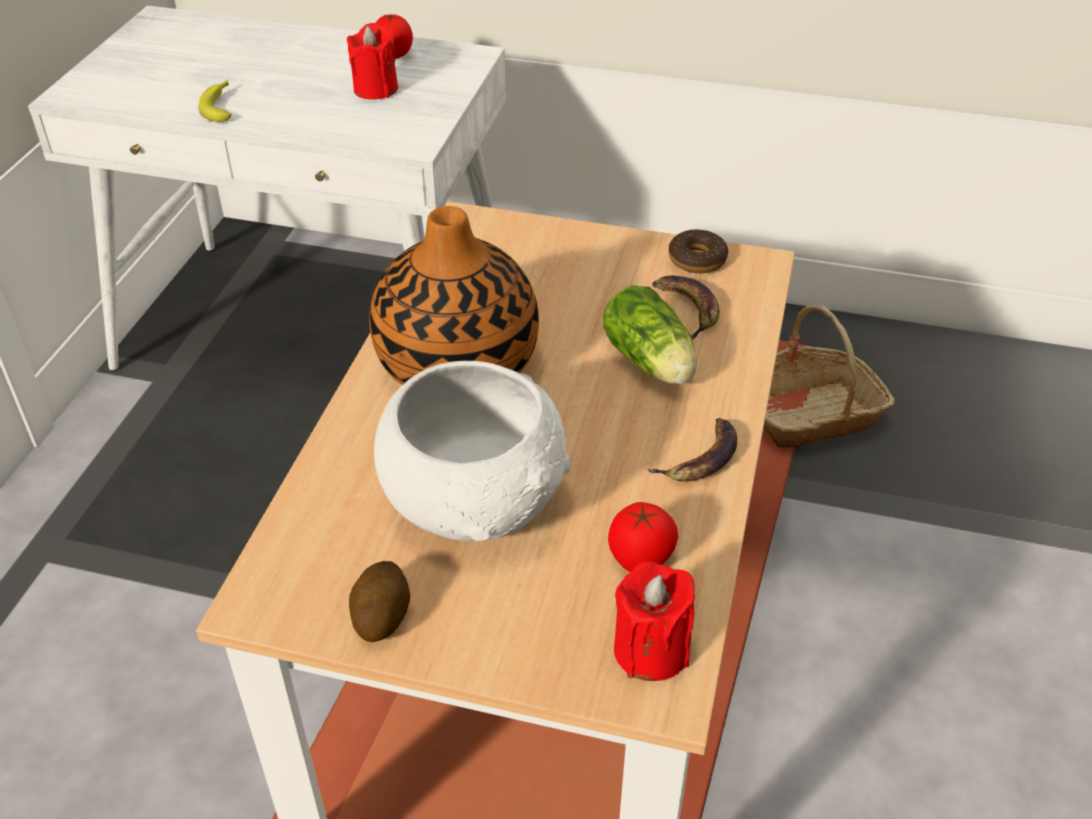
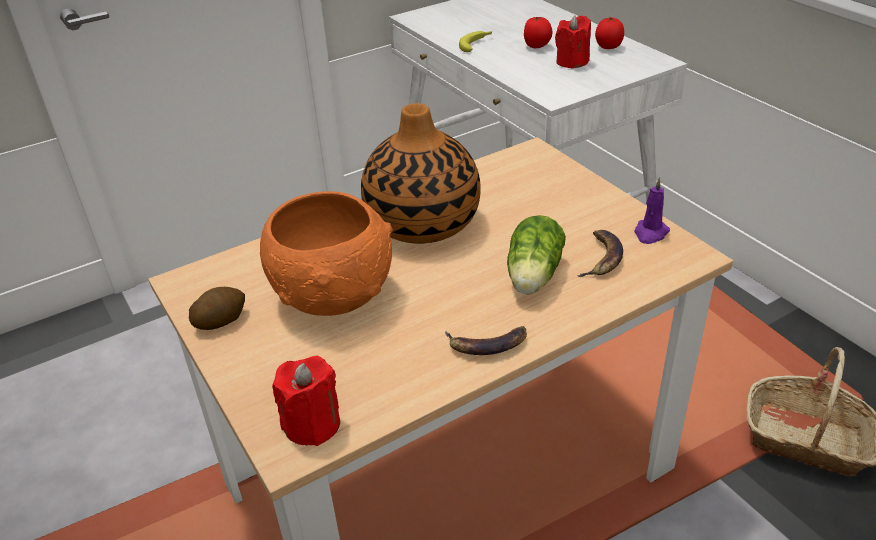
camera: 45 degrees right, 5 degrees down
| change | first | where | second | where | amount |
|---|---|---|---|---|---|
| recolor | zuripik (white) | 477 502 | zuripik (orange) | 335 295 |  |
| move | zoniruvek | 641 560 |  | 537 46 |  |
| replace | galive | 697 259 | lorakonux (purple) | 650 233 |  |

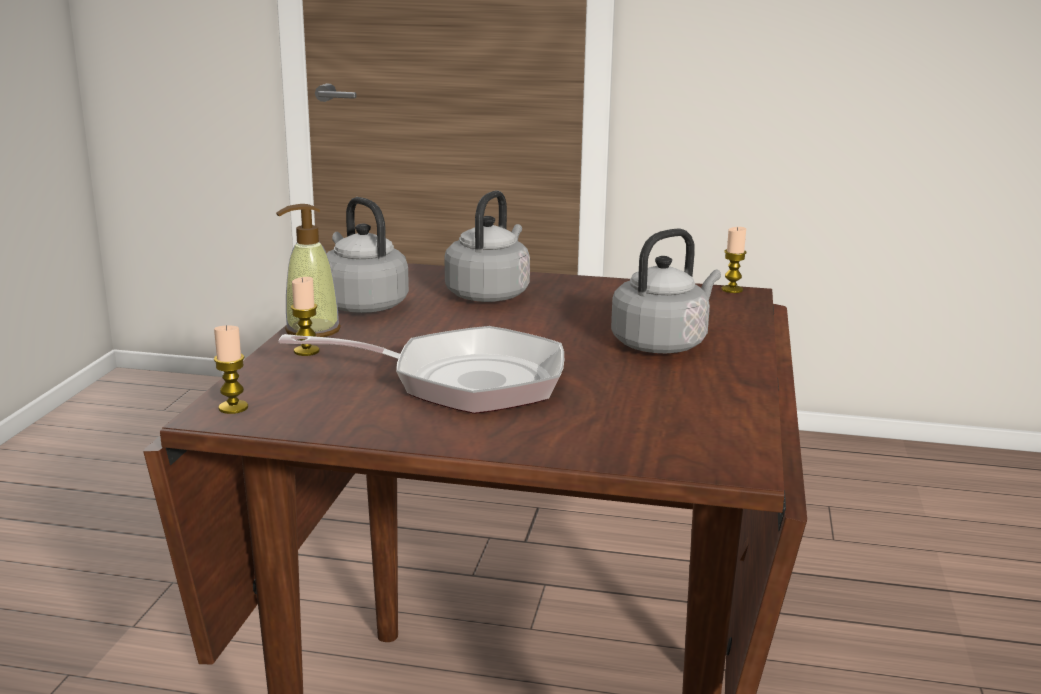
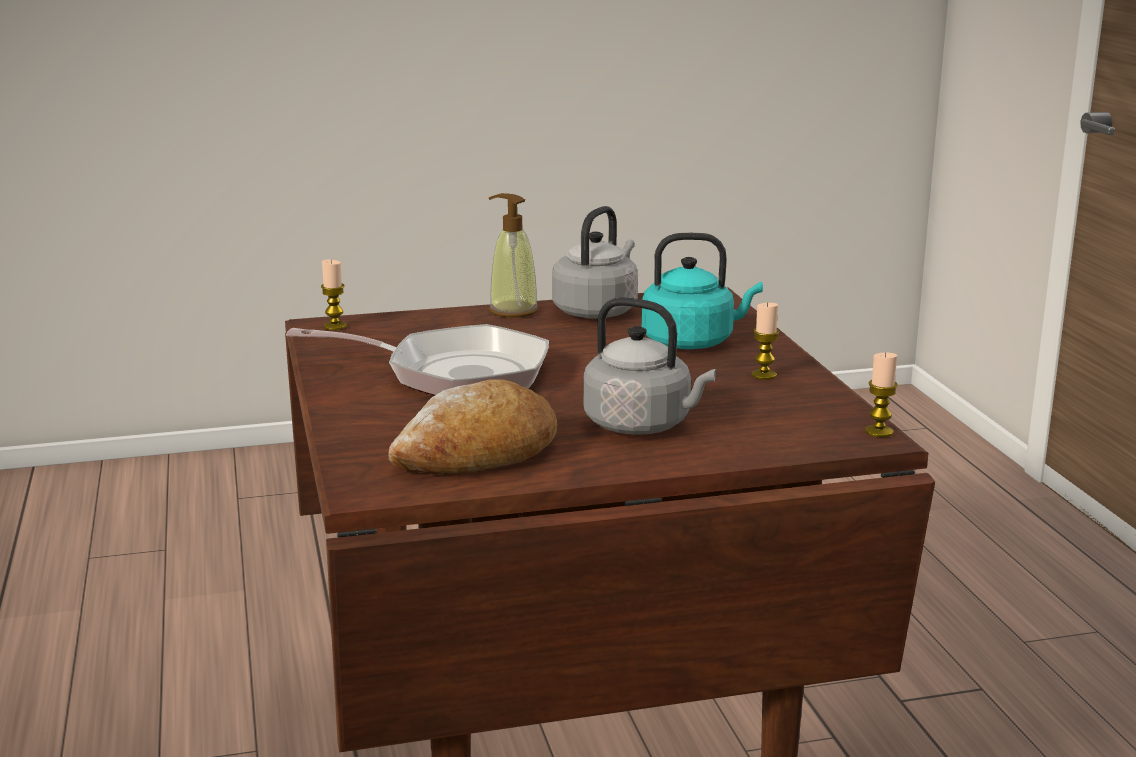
camera: 65 degrees right, 0 degrees up
| change | first | where | second | where | amount |
|---|---|---|---|---|---|
| rotate | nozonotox | 463 382 |  | 454 374 | 60 degrees counterclockwise |
| insert |  |  | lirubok | 478 454 |  |
| recolor | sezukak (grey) | 489 294 | sezukak (turquoise) | 692 342 |  |
| move | lorakonux | 306 351 |  | 763 375 |  |

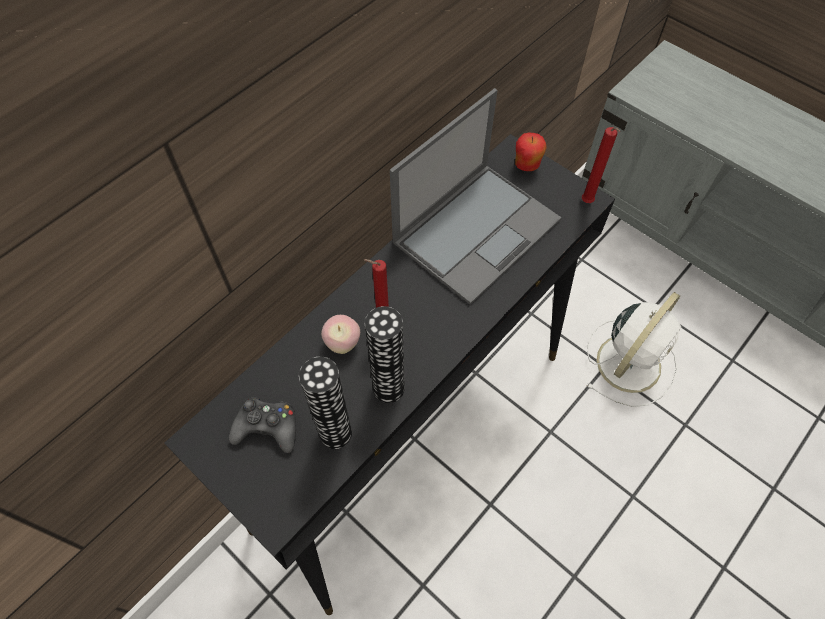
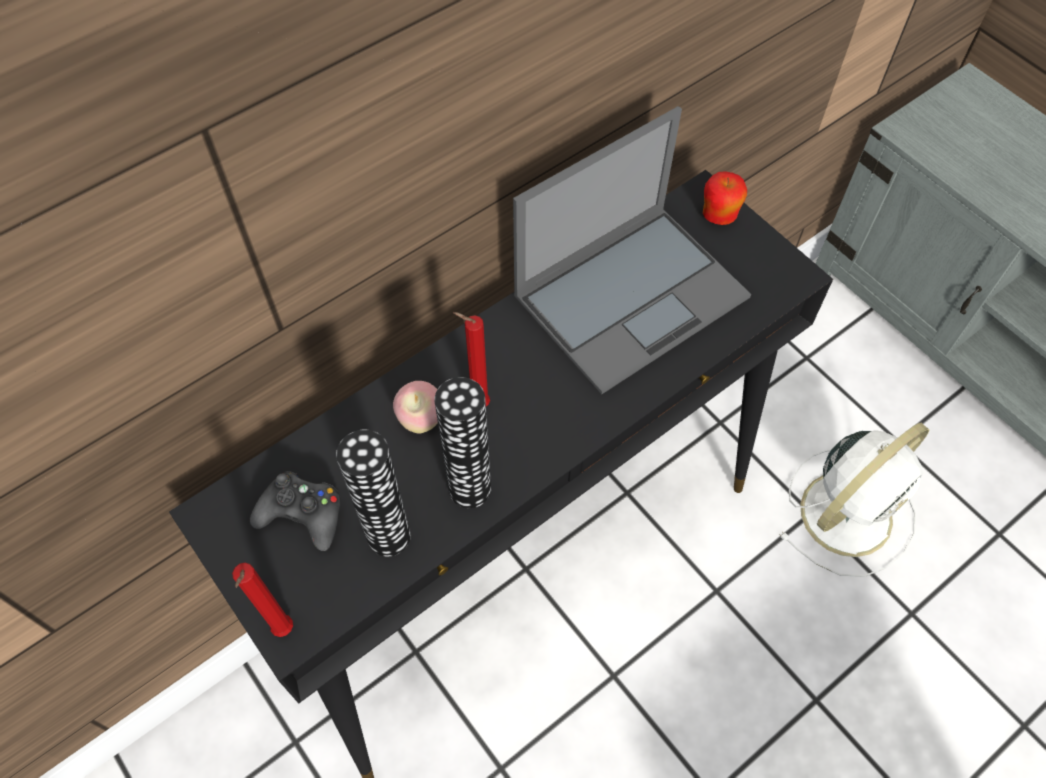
camera: 10 degrees right, 0 degrees up
| change | first | where | second | where | amount |
|---|---|---|---|---|---|
| move | lorakonux (red) | 587 203 |  | 283 632 |  |

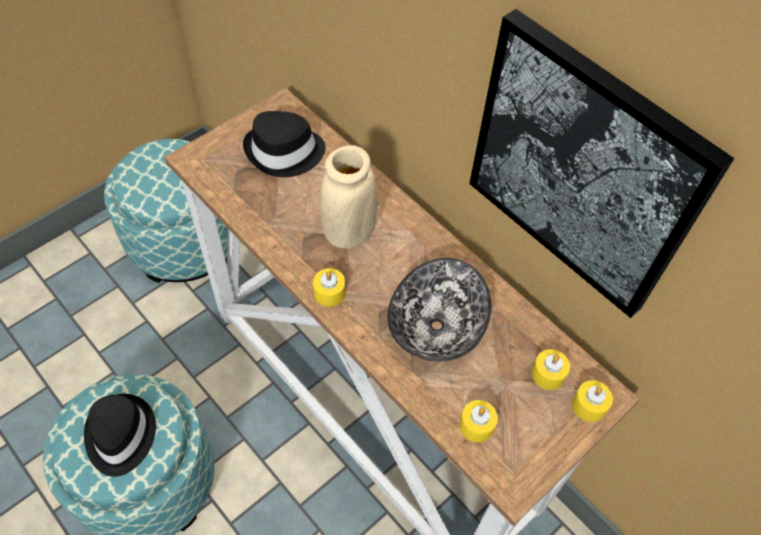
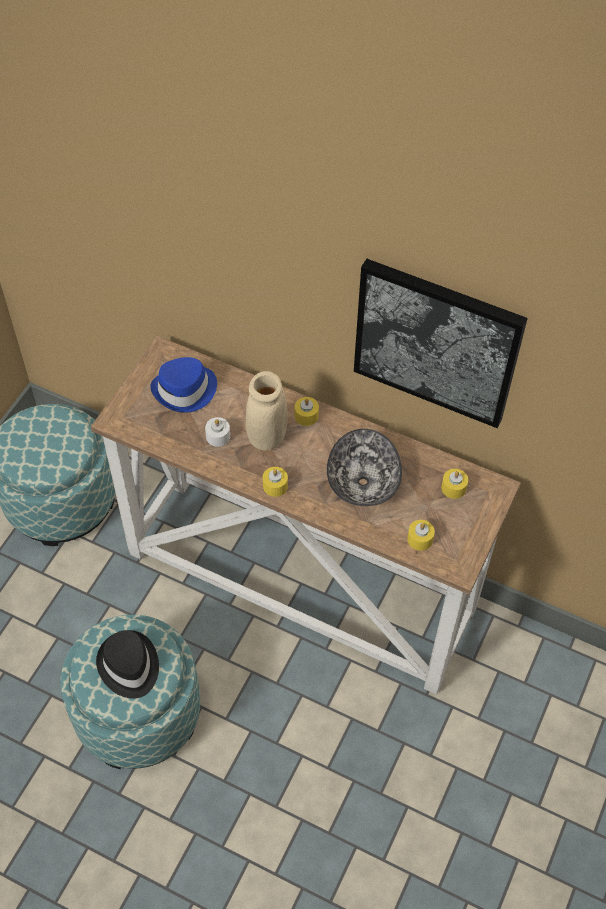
camera: 20 degrees left, 0 degrees up
| change | first | where | second | where | amount |
|---|---|---|---|---|---|
| recolor | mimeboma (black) | 284 152 | mimeboma (blue) | 185 390 |  |
| insert |  |  | lorakonux (white) | 218 436 |  |
| move | lorakonux (yellow) | 589 405 |  | 306 416 |  |

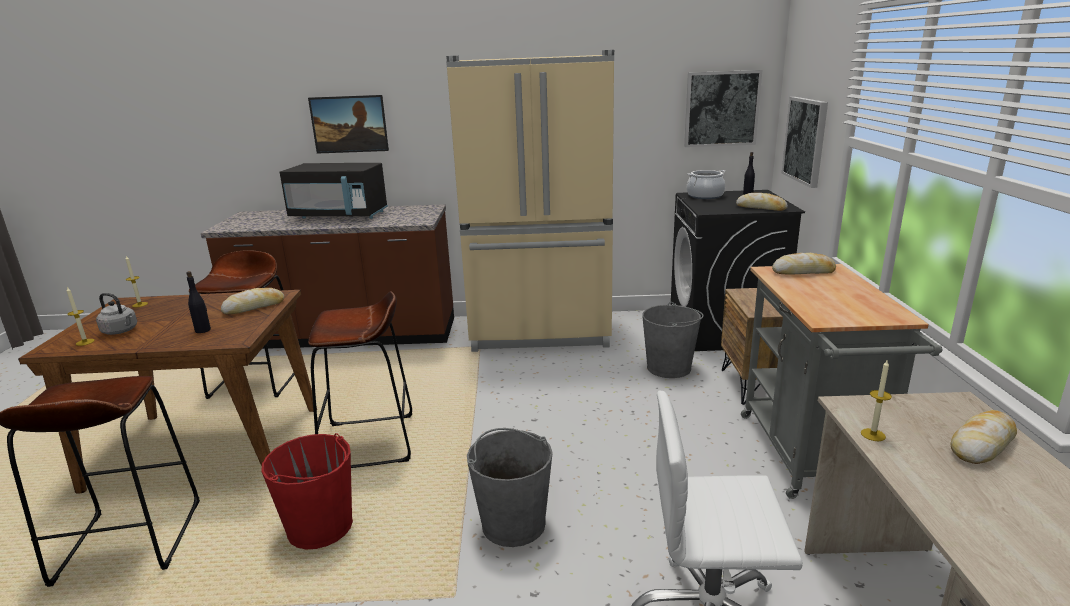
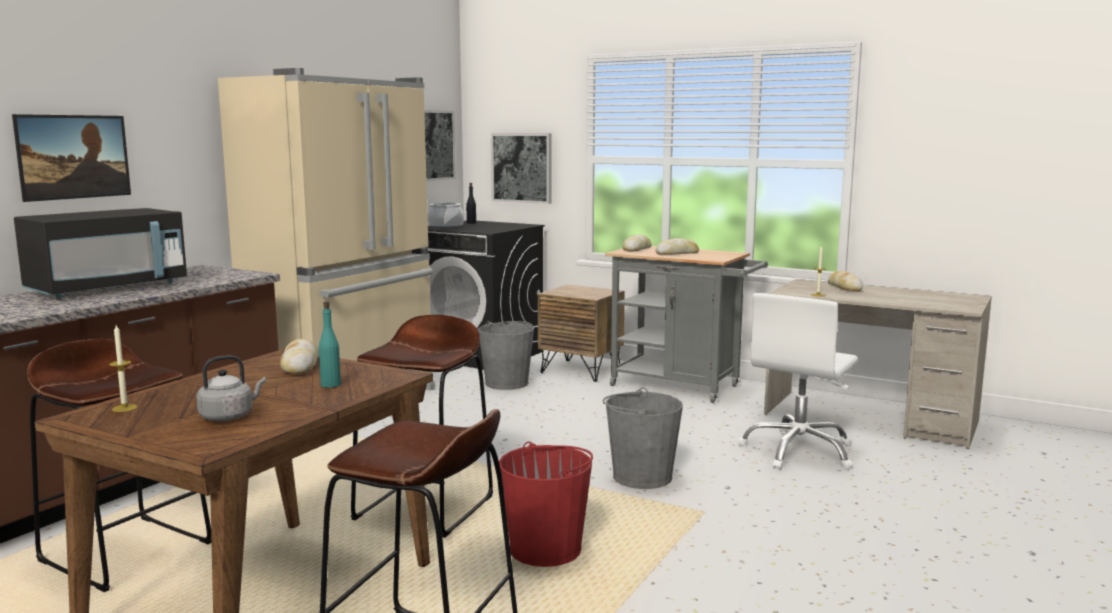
camera: 60 degrees left, 10 degrees down
| change | first | where | second | where | amount |
|---|---|---|---|---|---|
| recolor | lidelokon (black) | 203 330 | lidelokon (turquoise) | 330 385 |  |
| move | lirubok | 761 208 |  | 677 253 |  |
| delete | lorakonux | 85 342 |  |  |  |

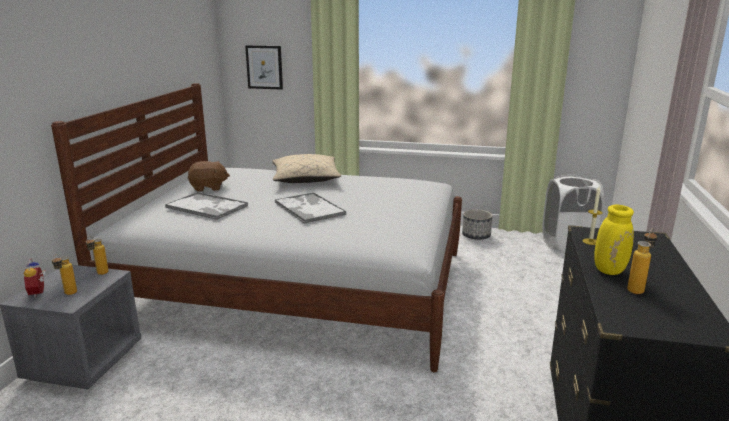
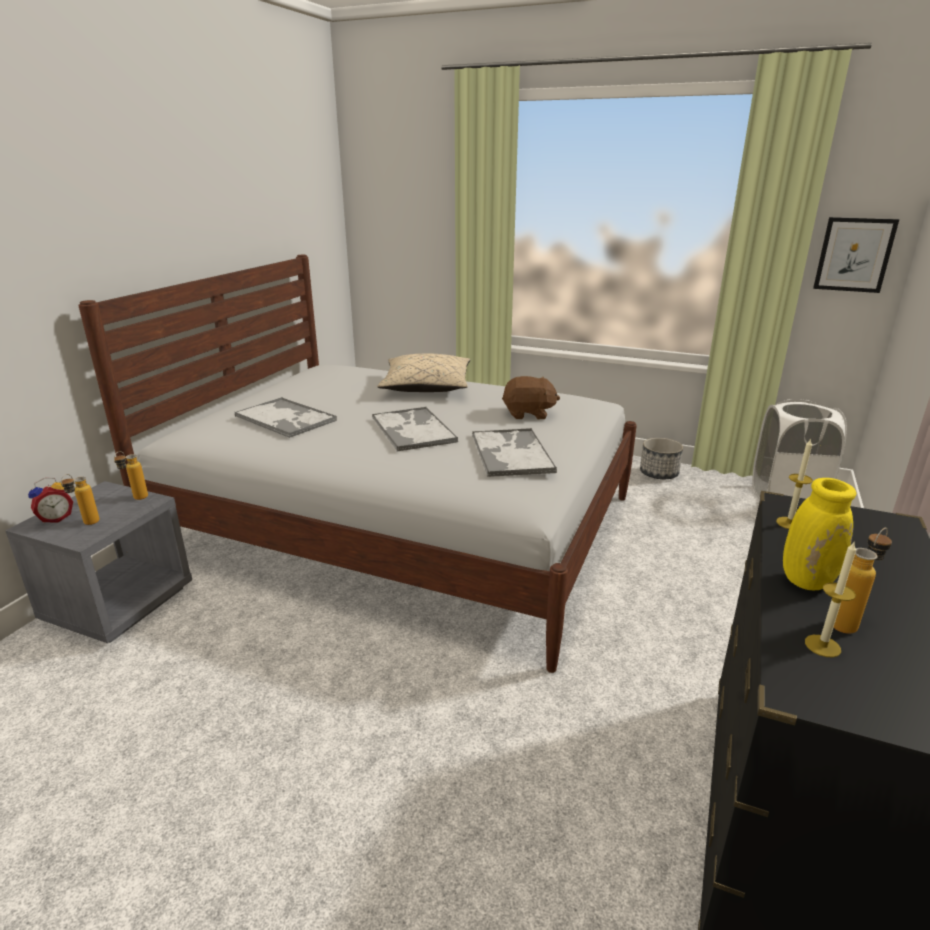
camera: 10 degrees right, 5 degrees up
| change | first | where | second | where | amount |
|---|---|---|---|---|---|
| rotate | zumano | 39 293 |  | 56 518 | 120 degrees counterclockwise |
| insert |  |  | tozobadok | 511 453 |  |
| move | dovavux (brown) | 208 188 |  | 528 414 |  |
| insert |  |  | lorakonux | 822 646 |  |
| move | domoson | 264 67 |  | 854 255 |  |

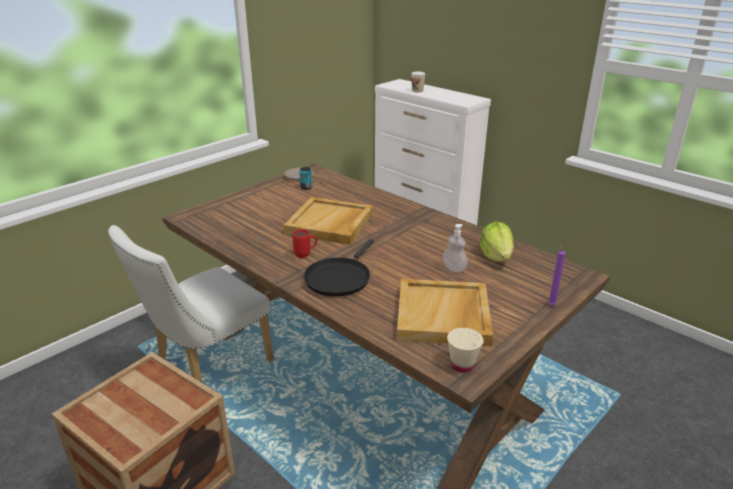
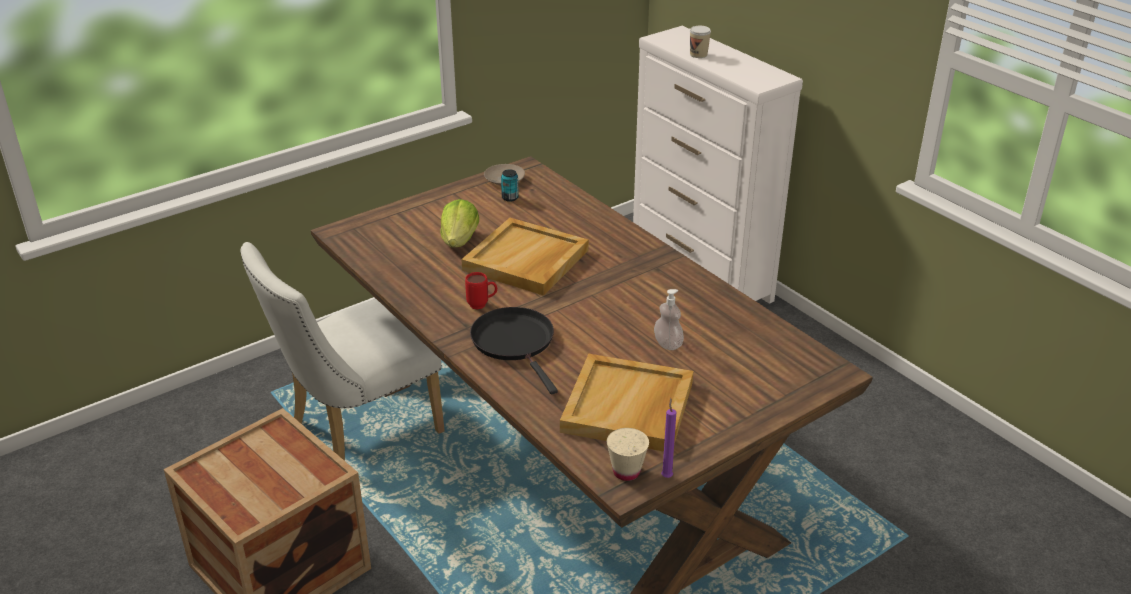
camera: 10 degrees right, 5 degrees up
| change | first | where | second | where | amount |
|---|---|---|---|---|---|
| move | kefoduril | 496 256 |  | 460 240 |  |
| rotate | nozonotox (black) | 339 278 |  | 515 342 | 120 degrees clockwise |
| move | lorakonux (purple) | 551 304 |  | 666 476 |  |

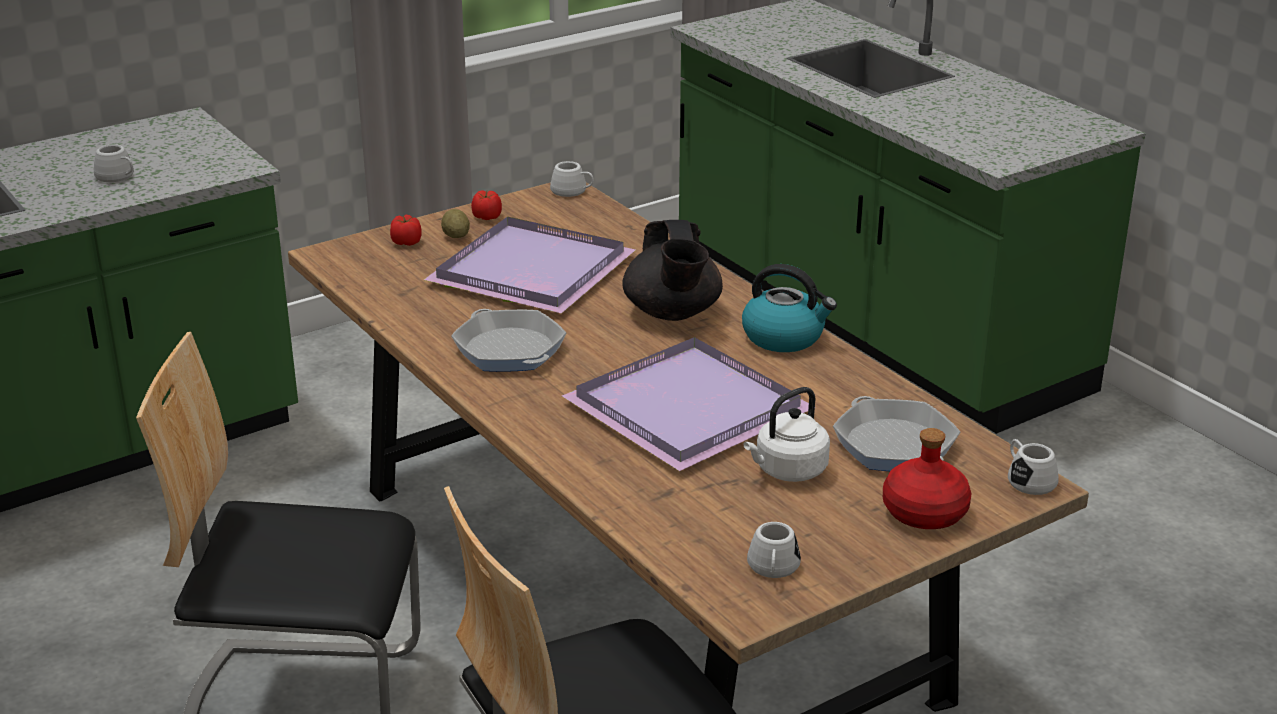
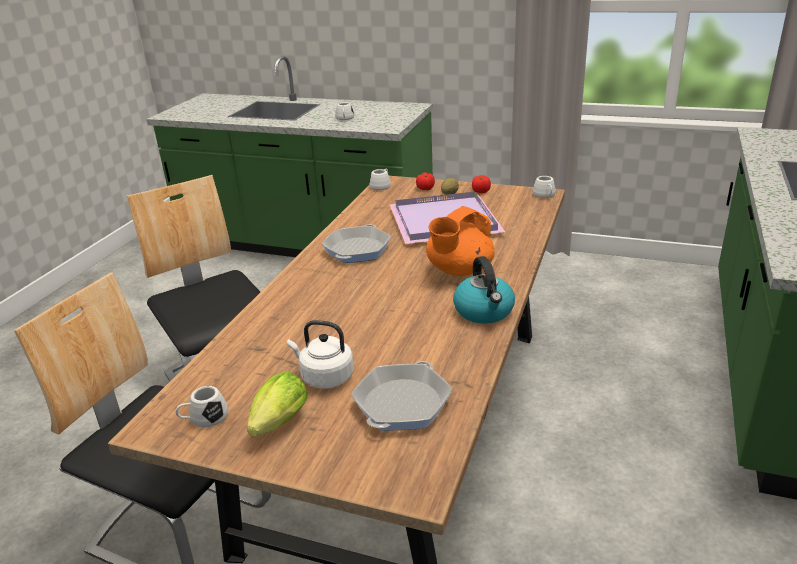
camera: 55 degrees right, 0 degrees up
| change | first | where | second | where | amount |
|---|---|---|---|---|---|
| insert |  |  | kefoduril | 277 425 |  |
| move | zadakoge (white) | 1027 480 |  | 381 186 |  |
| recolor | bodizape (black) | 672 313 | bodizape (orange) | 459 270 |  |
| delete | tozobadok (purple) | 688 406 |  |  |  |
| delete | lidelokon (red) | 923 512 |  |  |  |

